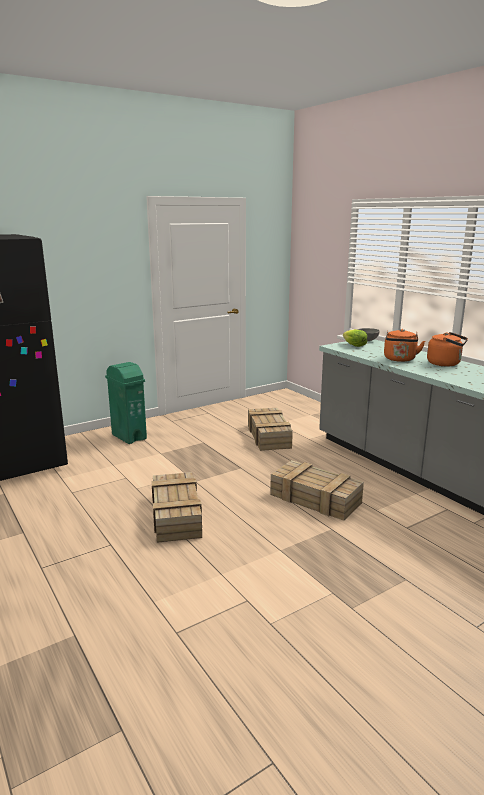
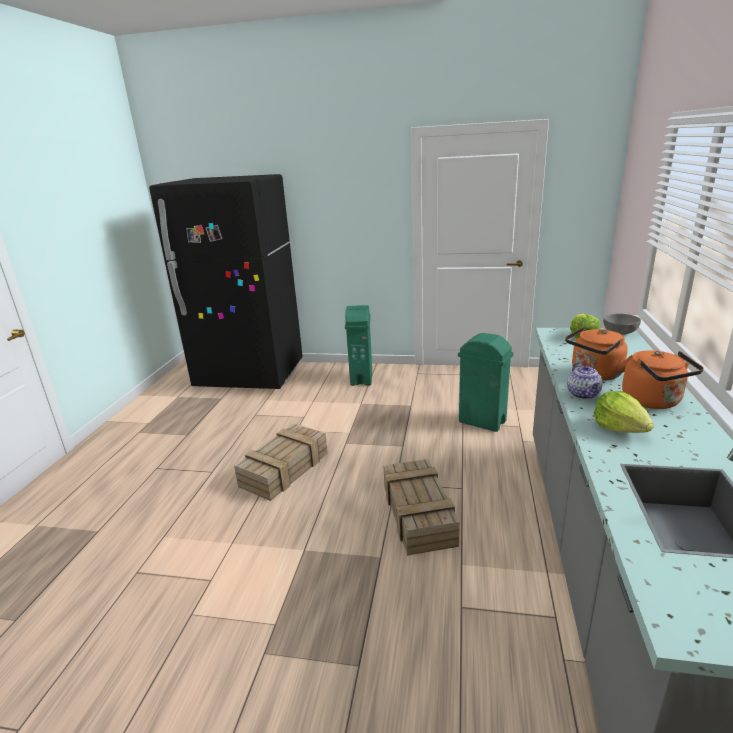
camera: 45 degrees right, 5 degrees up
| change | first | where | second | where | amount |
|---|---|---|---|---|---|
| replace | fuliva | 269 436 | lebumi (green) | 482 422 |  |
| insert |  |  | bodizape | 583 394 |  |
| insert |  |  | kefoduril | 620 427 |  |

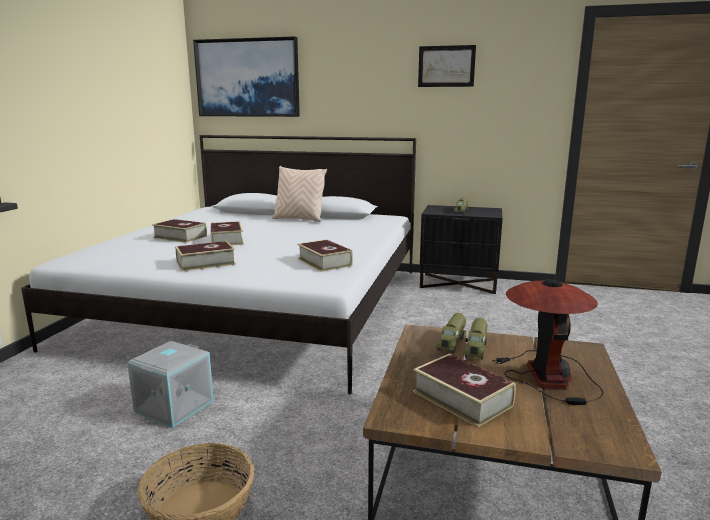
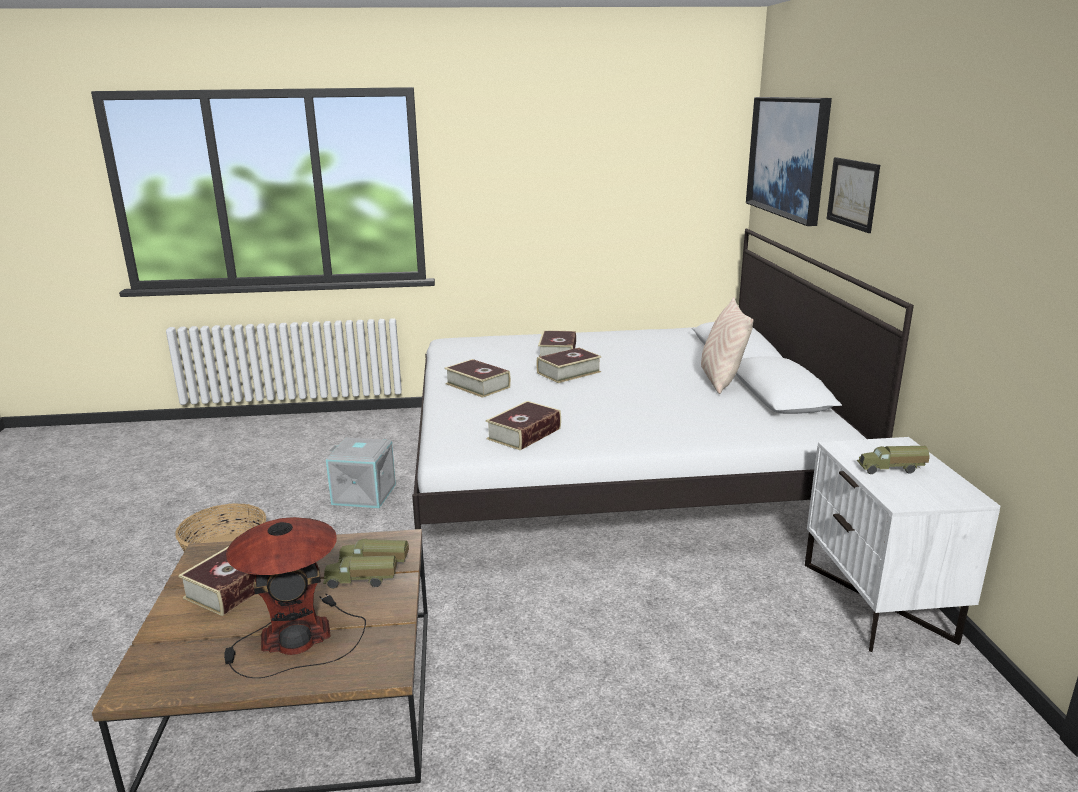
camera: 70 degrees right, 5 degrees up
| change | first | where | second | where | amount |
|---|---|---|---|---|---|
| recolor | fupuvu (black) | 459 283 | fupuvu (white) | 879 602 |  |
| move | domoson | 446 66 |  | 852 193 |  |

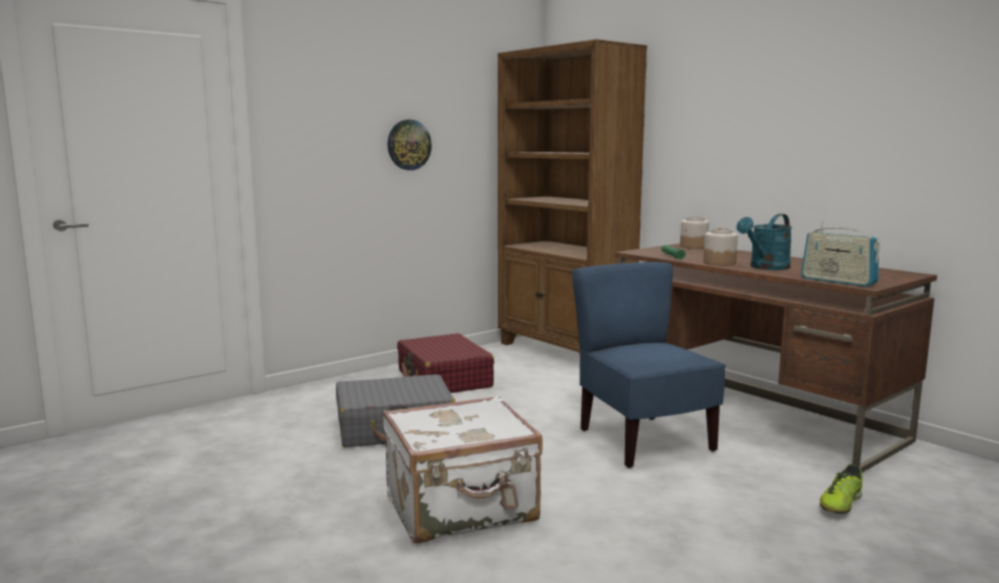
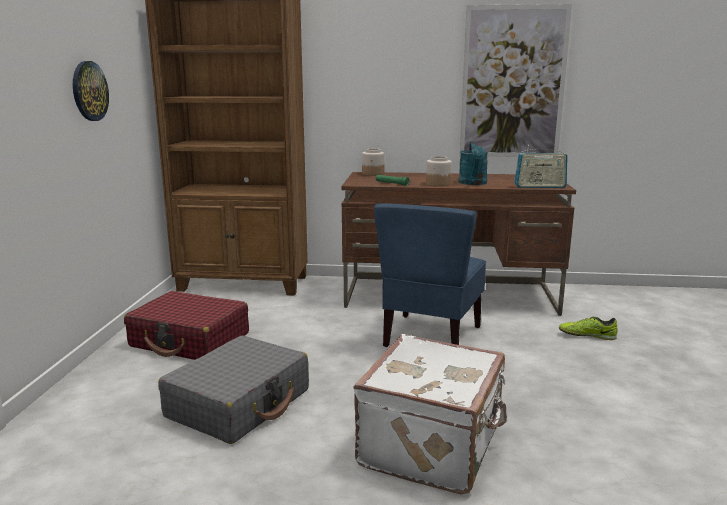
camera: 45 degrees left, 5 degrees up
| change | first | where | second | where | amount |
|---|---|---|---|---|---|
| rotate | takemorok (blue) | 643 441 |  | 430 336 | 90 degrees counterclockwise |
| insert |  |  | domoson | 513 83 |  |
| rotate | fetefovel | 840 504 |  | 587 335 | 105 degrees clockwise |

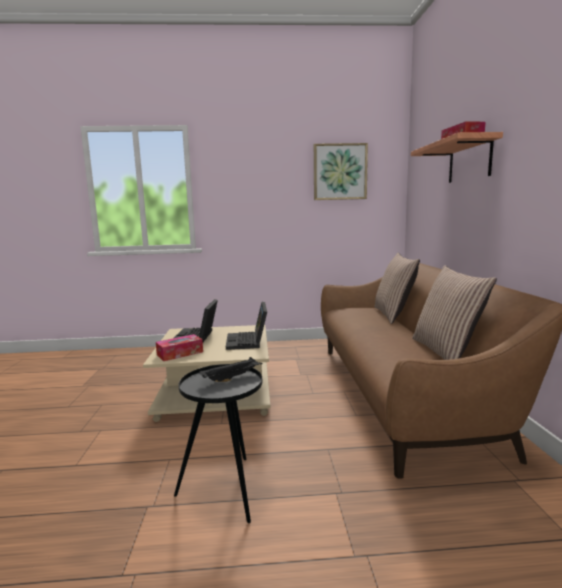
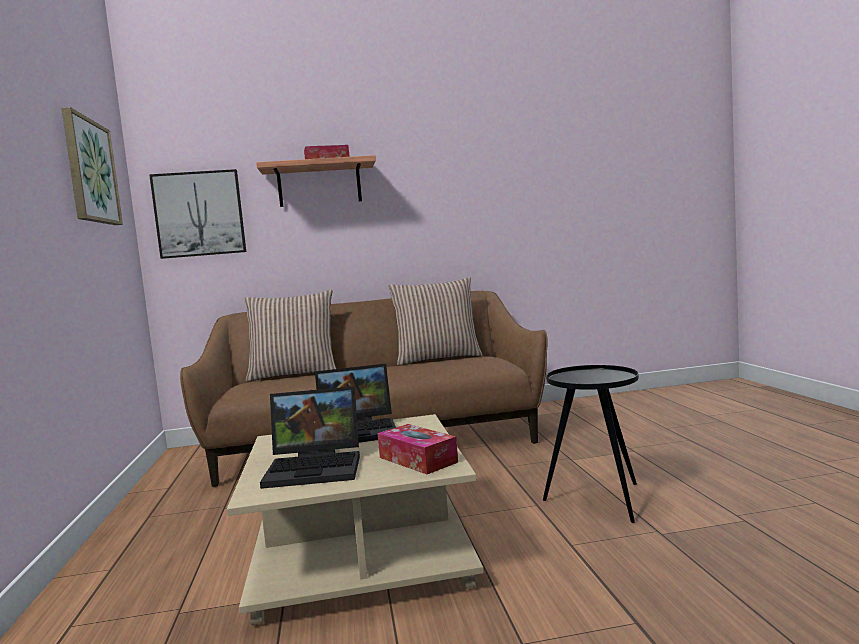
camera: 95 degrees left, 5 degrees down
| change | first | where | second | where | amount |
|---|---|---|---|---|---|
| insert |  |  | domoson | 199 214 |  |
| delete | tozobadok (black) | 232 378 |  |  |  |

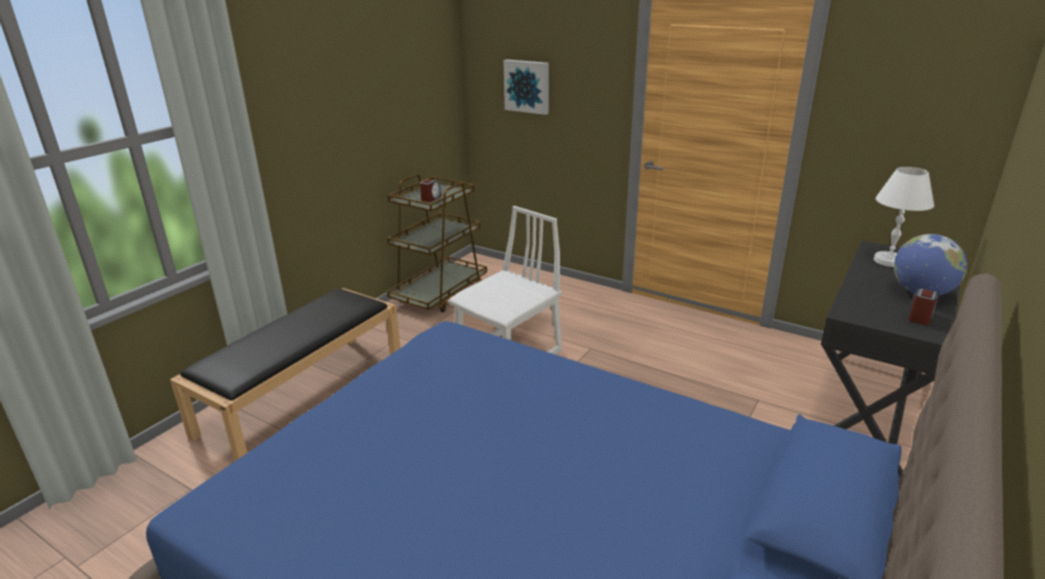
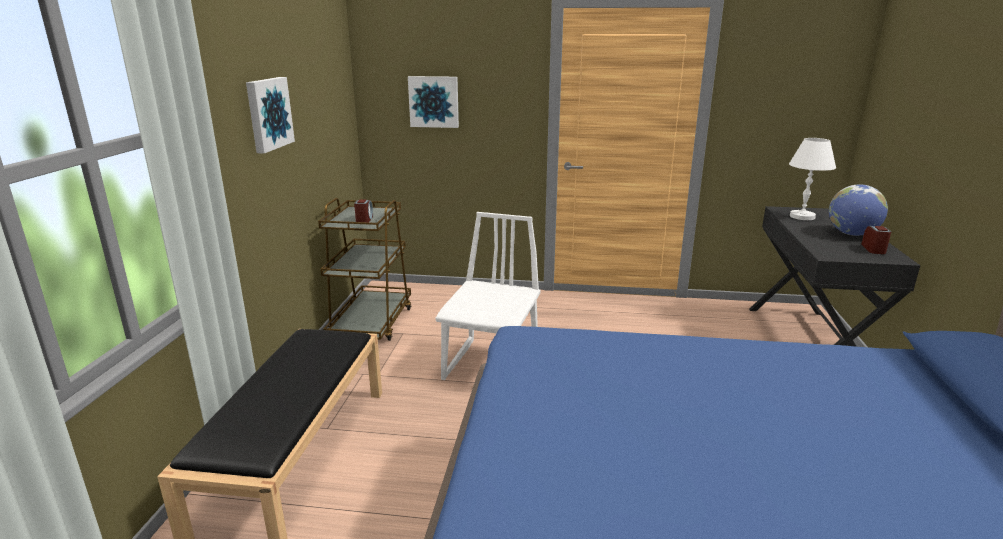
camera: 25 degrees left, 5 degrees down
| change | first | where | second | where | amount |
|---|---|---|---|---|---|
| insert |  |  | domoson | 268 113 |  |

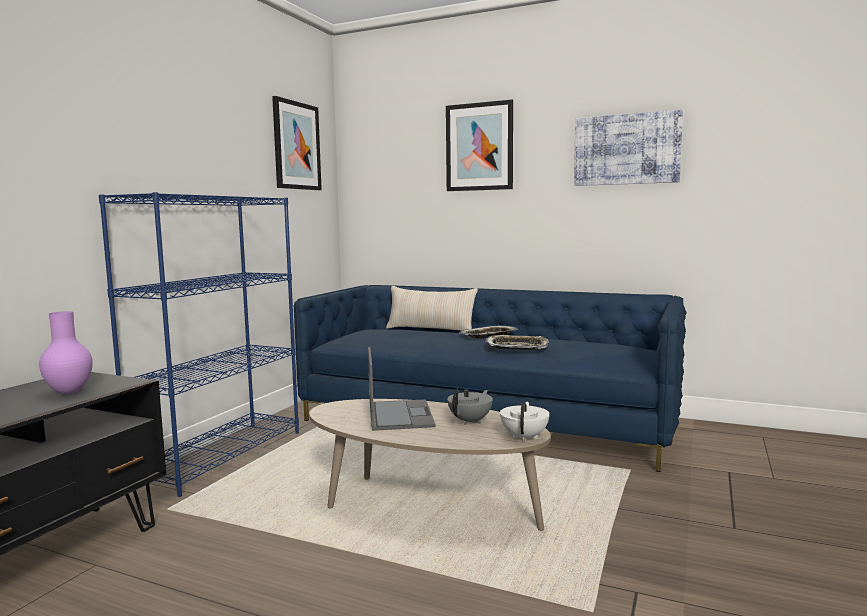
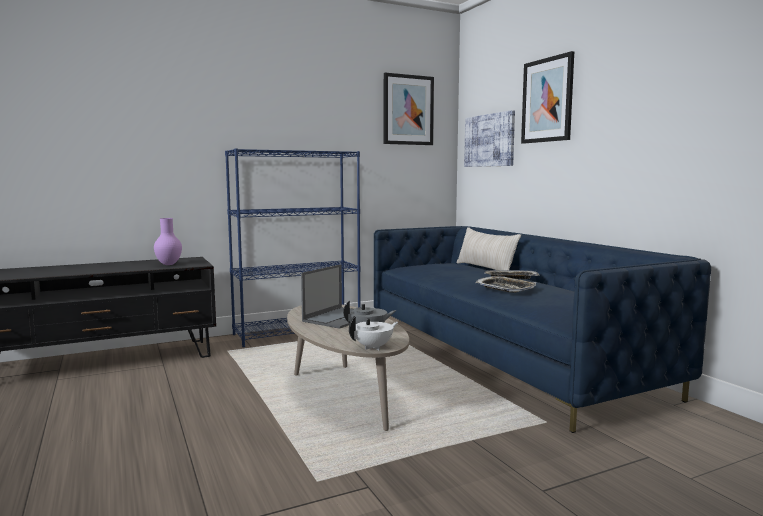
camera: 40 degrees right, 0 degrees up
| change | first | where | second | where | amount |
|---|---|---|---|---|---|
| move | domoson | 626 149 |  | 489 140 |  |

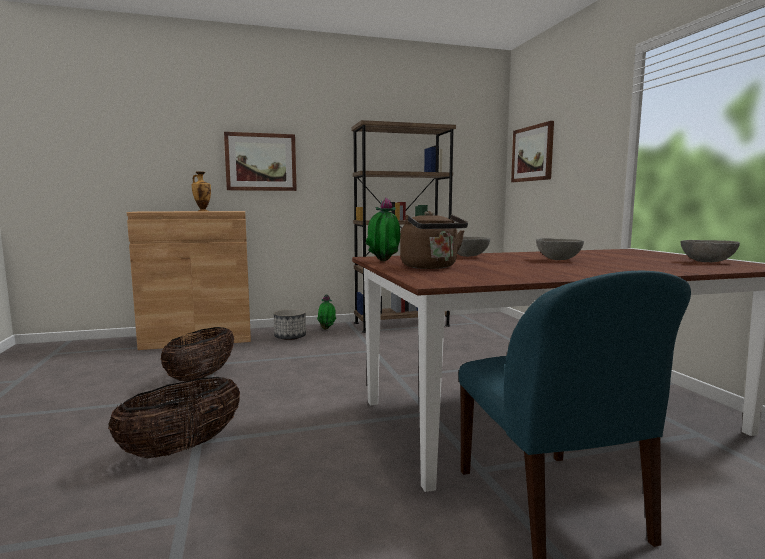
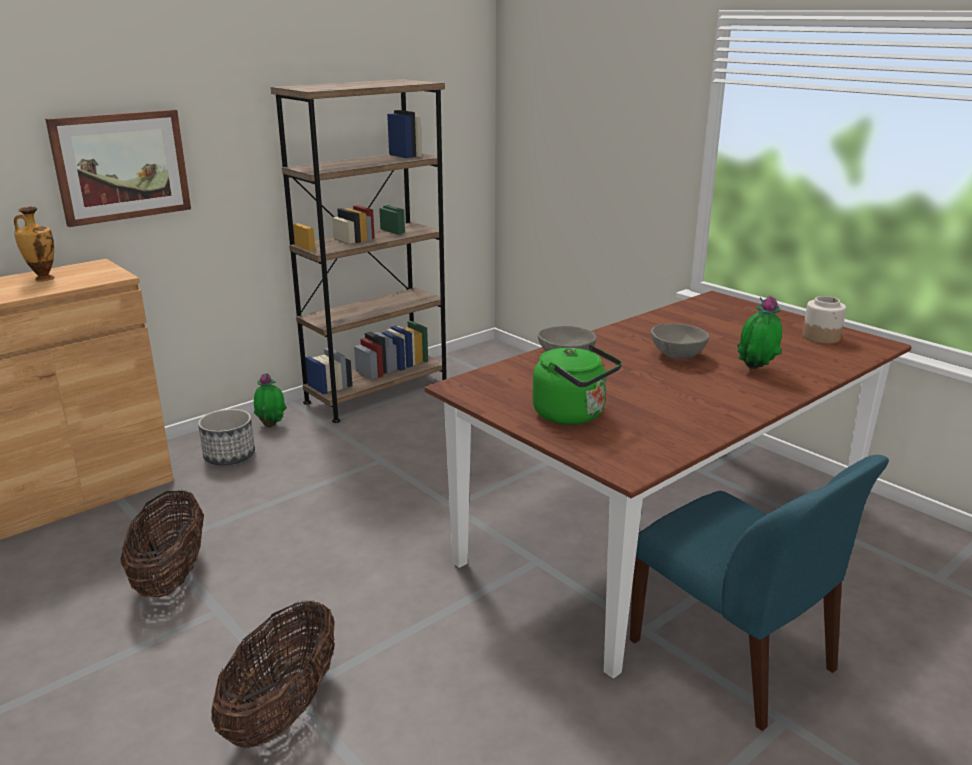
camera: 25 degrees left, 15 degrees up
| change | first | where | second | where | amount |
|---|---|---|---|---|---|
| recolor | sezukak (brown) | 431 267 | sezukak (green) | 573 415 |  |
| move | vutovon | 383 261 |  | 755 370 |  |
| replace | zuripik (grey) | 708 262 | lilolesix | 821 337 |  |
| delete | domoson | 532 153 |  |  |  |

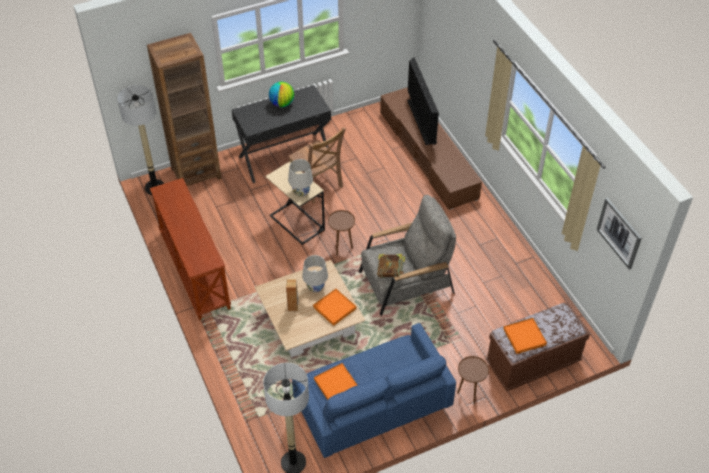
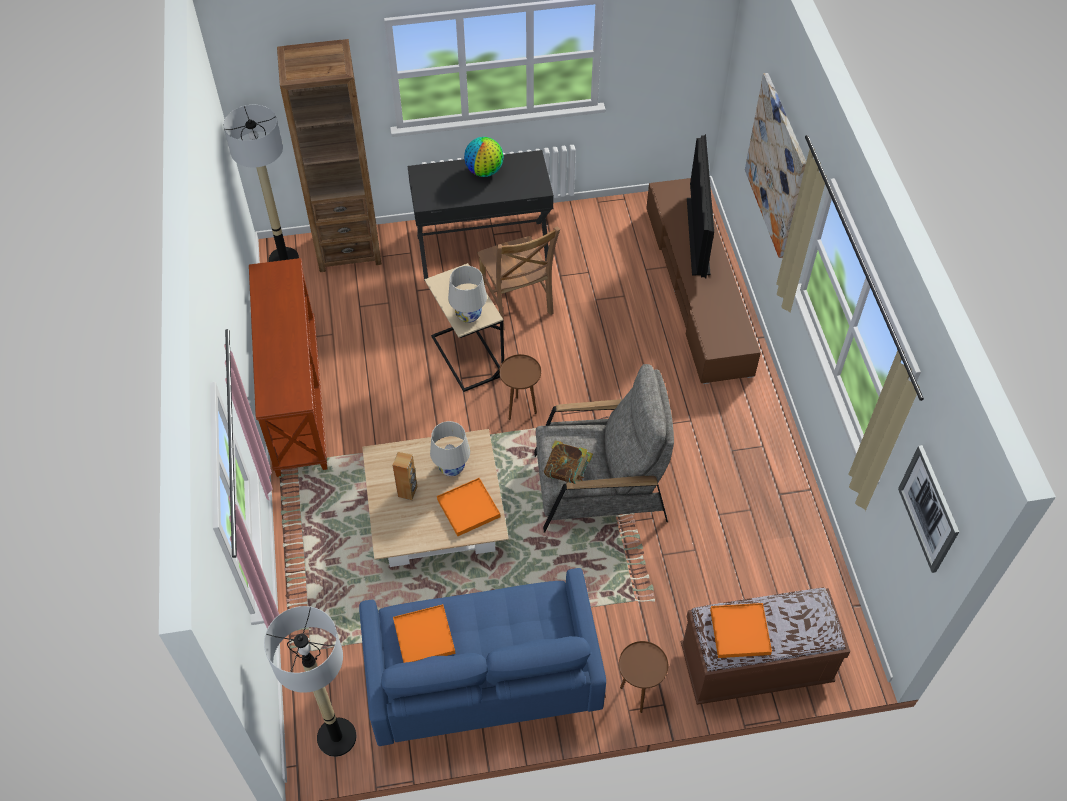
camera: 15 degrees right, 5 degrees up
| change | first | where | second | where | amount |
|---|---|---|---|---|---|
| insert |  |  | domoson | 776 166 |  |

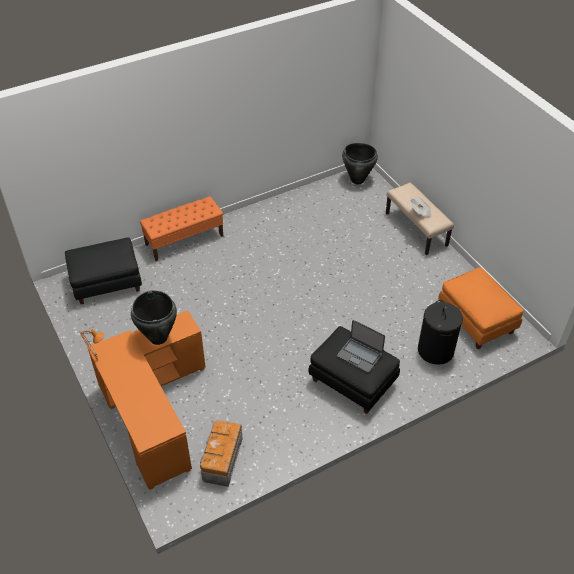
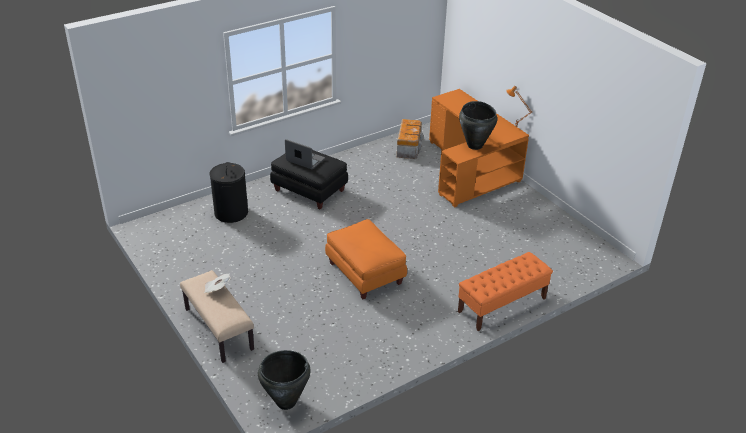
camera: 175 degrees right, 10 degrees down
| change | first | where | second | where | amount |
|---|---|---|---|---|---|
| move | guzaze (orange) | 476 320 |  | 364 273 |  |
| delete | guzaze (black) | 107 283 |  |  |  |

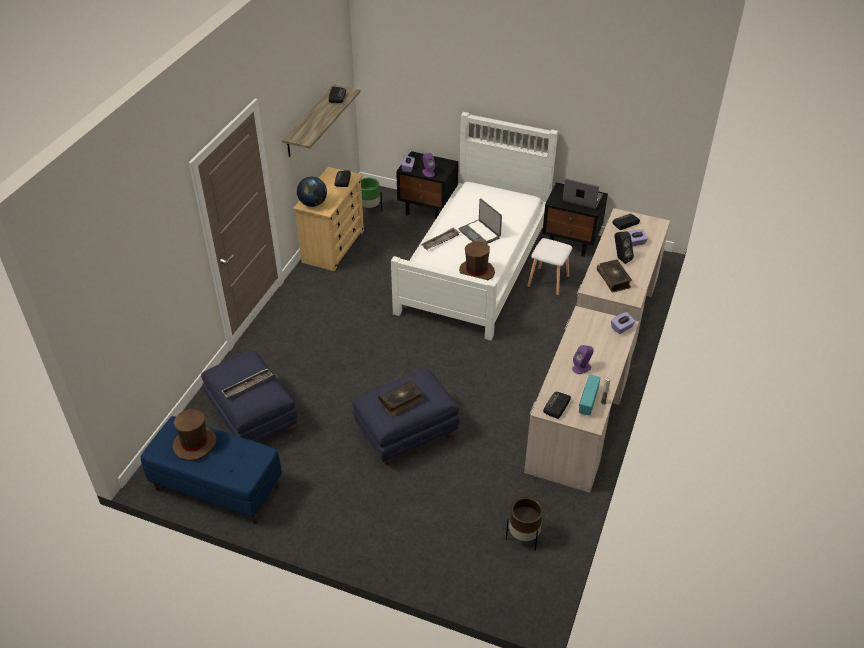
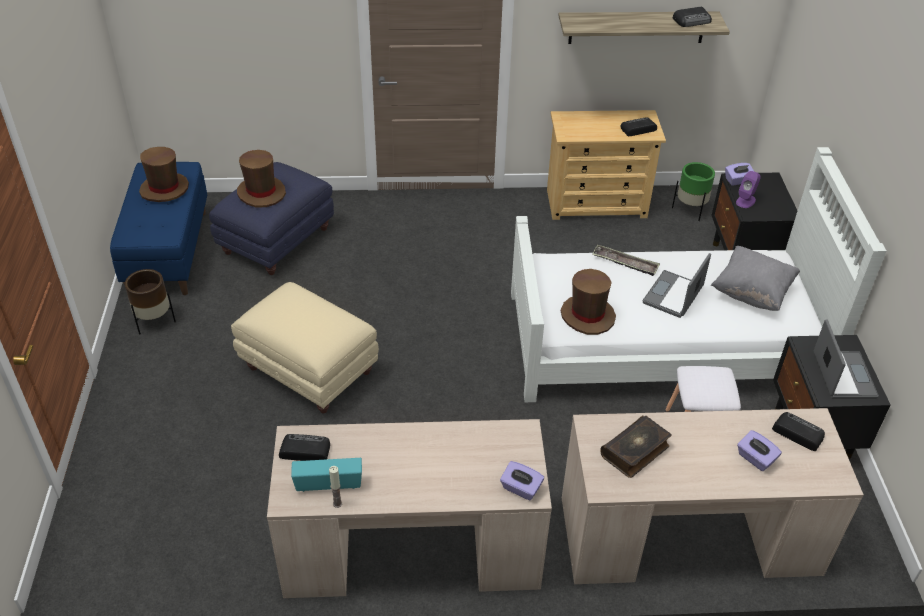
camera: 65 degrees right, 0 degrees up
| change | first | where | second | where | amount |
|---|---|---|---|---|---|
| move | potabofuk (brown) | 523 537 |  | 154 322 |  |
| recolor | guzaze (blue) | 405 434 | guzaze (beige) | 308 370 |  |
| replace | tozobadok | 247 385 | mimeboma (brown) | 261 193 |  |
| insert |  |  | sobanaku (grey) | 751 292 |  |
| delete | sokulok | 313 203 |  |  |  |
| delete | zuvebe | 401 401 |  |  |  |
| delete | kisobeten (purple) | 581 367 |  |  |  |
| delete | kisobeten (black) | 620 258 |  |  |  |

